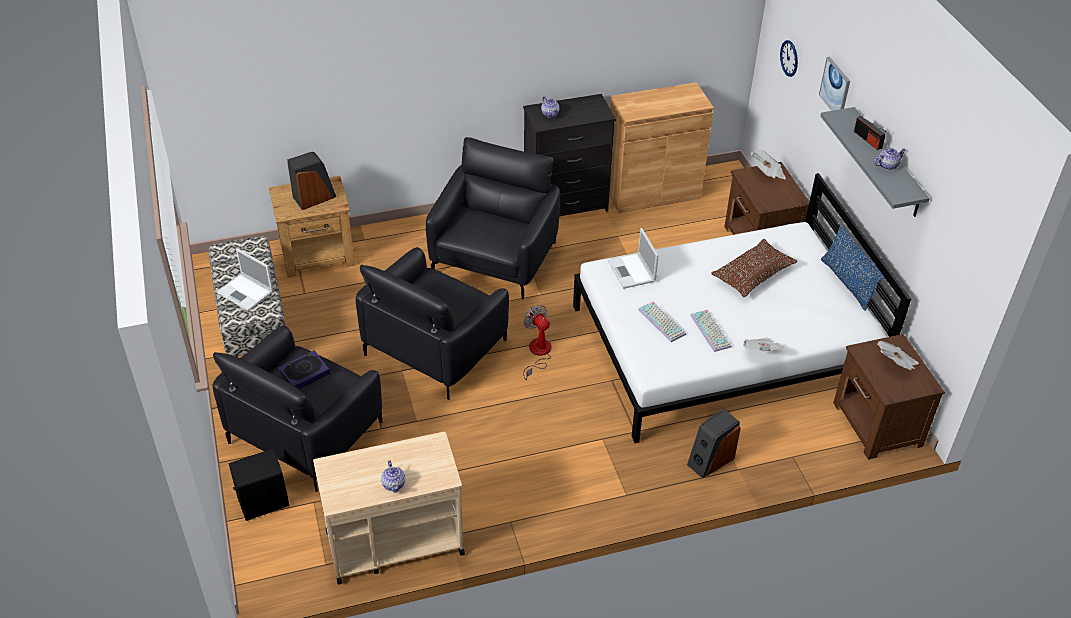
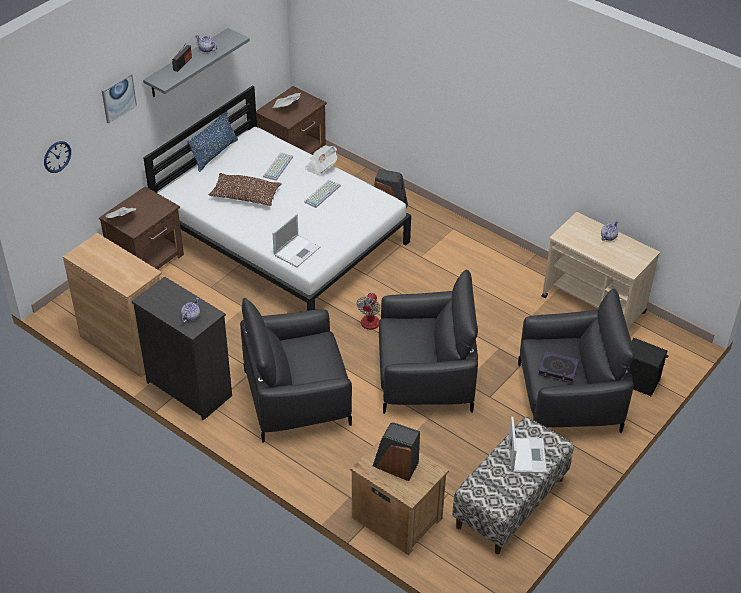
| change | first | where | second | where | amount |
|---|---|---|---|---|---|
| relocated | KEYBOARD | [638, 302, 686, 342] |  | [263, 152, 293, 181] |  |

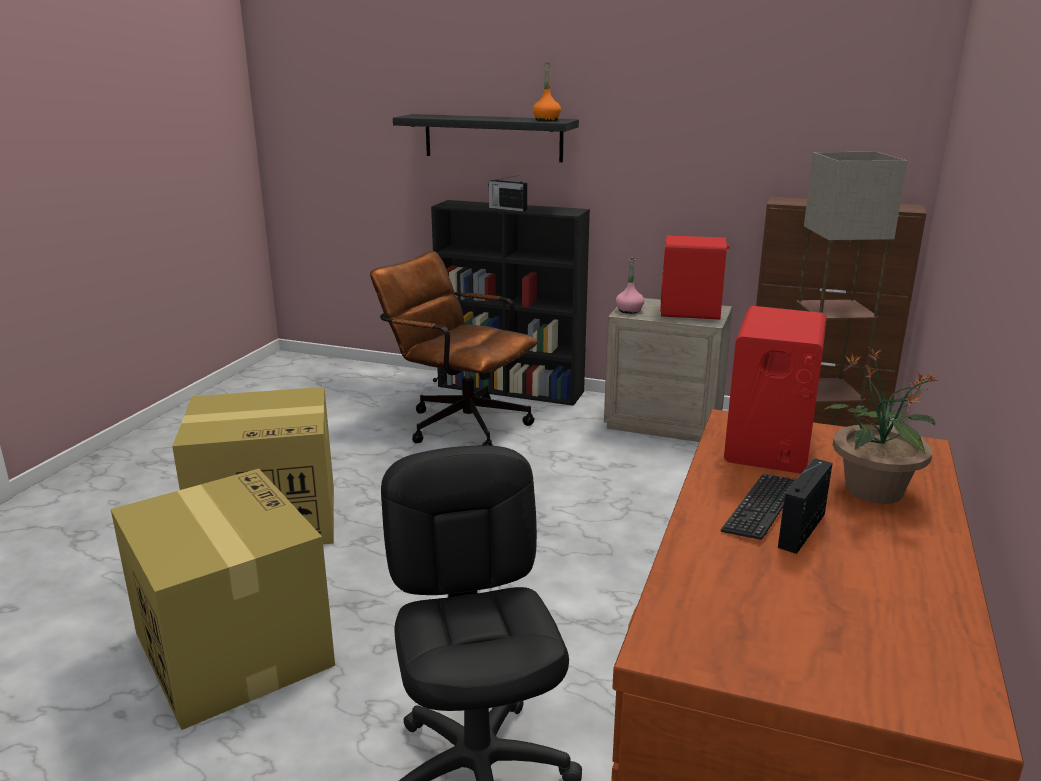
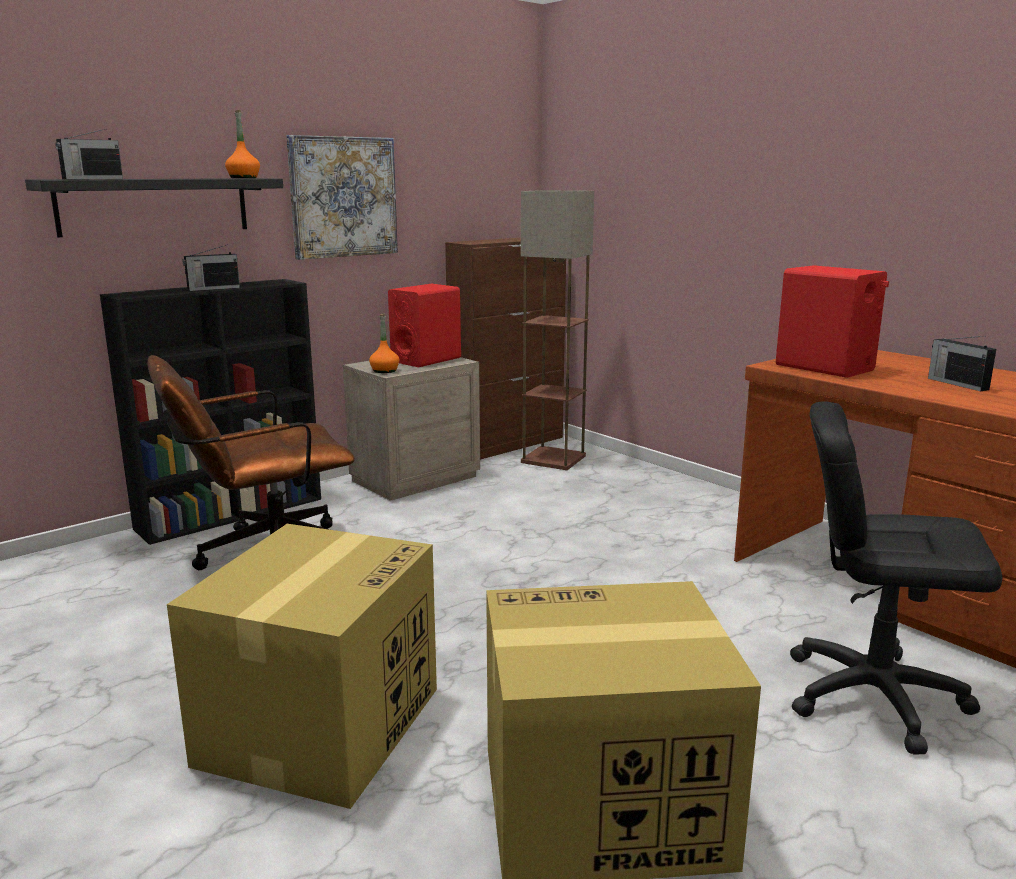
| change | first | where | second | where | amount |
|---|---|---|---|---|---|
| appeared |  |  | RADIO | [55, 129, 123, 179] |  |
| appeared |  |  | PICTURE | [286, 135, 398, 260] |  |
| colour | PINK BOTTLE | [616, 257, 644, 314] | ORANGE BOTTLE | [369, 314, 400, 373] |  |
| missing | KEYBOARD | [721, 474, 796, 540] |  |  |  |
| missing | POTTED PLANT | [823, 348, 938, 504] |  |  |  |

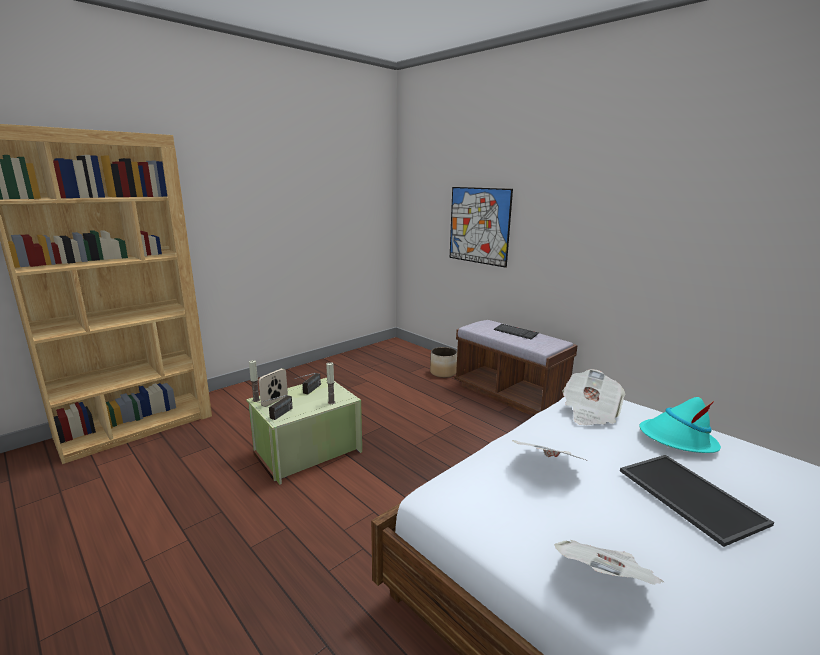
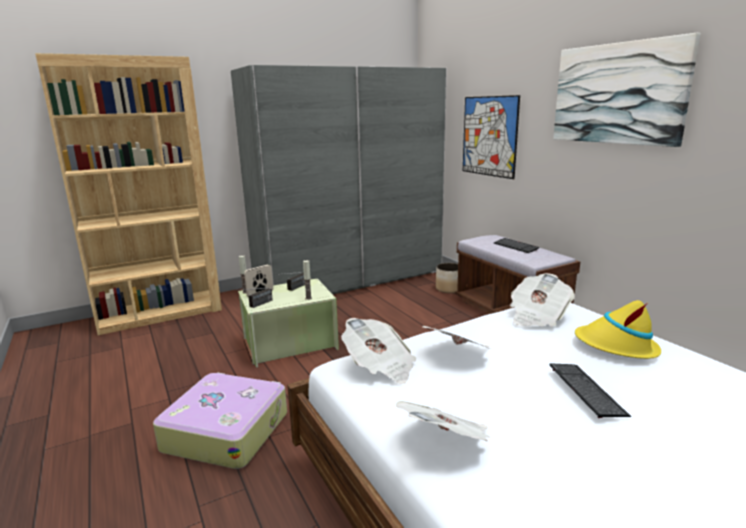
| change | first | where | second | where | amount |
|---|---|---|---|---|---|
| appeared |  |  | SUITCASE | [153, 372, 287, 469] |  |
| appeared |  |  | GREY WARDROBE | [231, 65, 447, 294] |  |
| appeared |  |  | NEWSPAPER | [341, 318, 416, 384] |  |
| exchanged | TRAY | [620, 455, 774, 547] | KEYBOARD | [549, 363, 631, 418] |  |
| appeared |  |  | PICTURE | [553, 33, 701, 147] |  |
| colour | TURQUOISE HAT | [639, 397, 721, 453] | YELLOW HAT | [575, 300, 661, 359] |  |

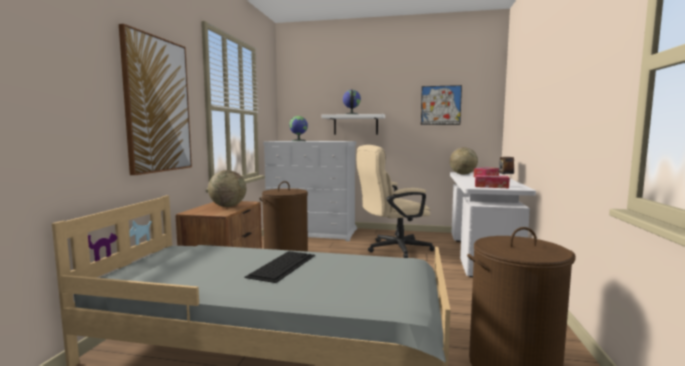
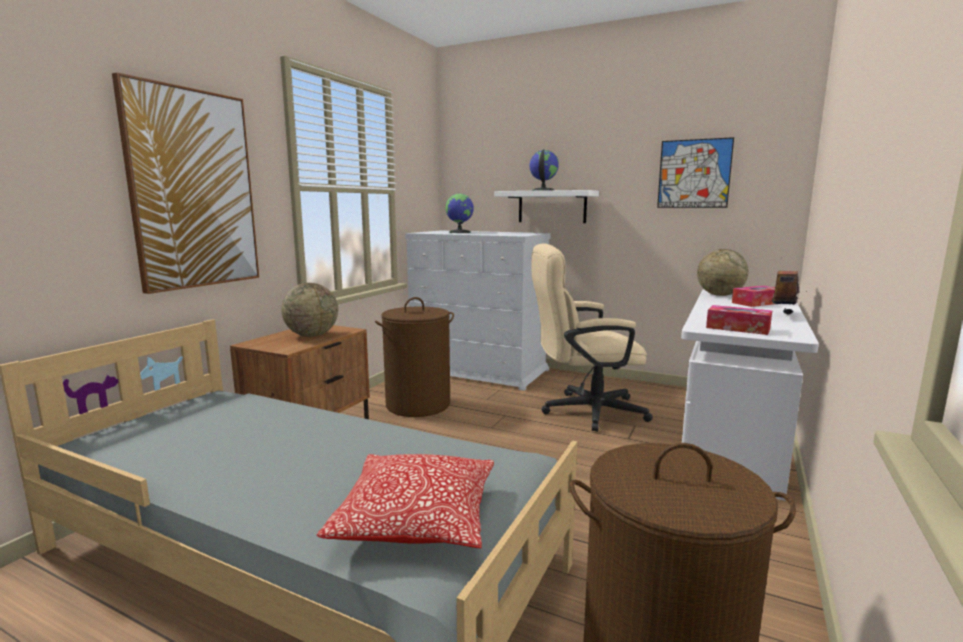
| change | first | where | second | where | amount |
|---|---|---|---|---|---|
| appeared |  |  | PILLOW | [317, 454, 494, 548] |  |
| missing | KEYBOARD | [244, 251, 315, 283] |  |  |  |

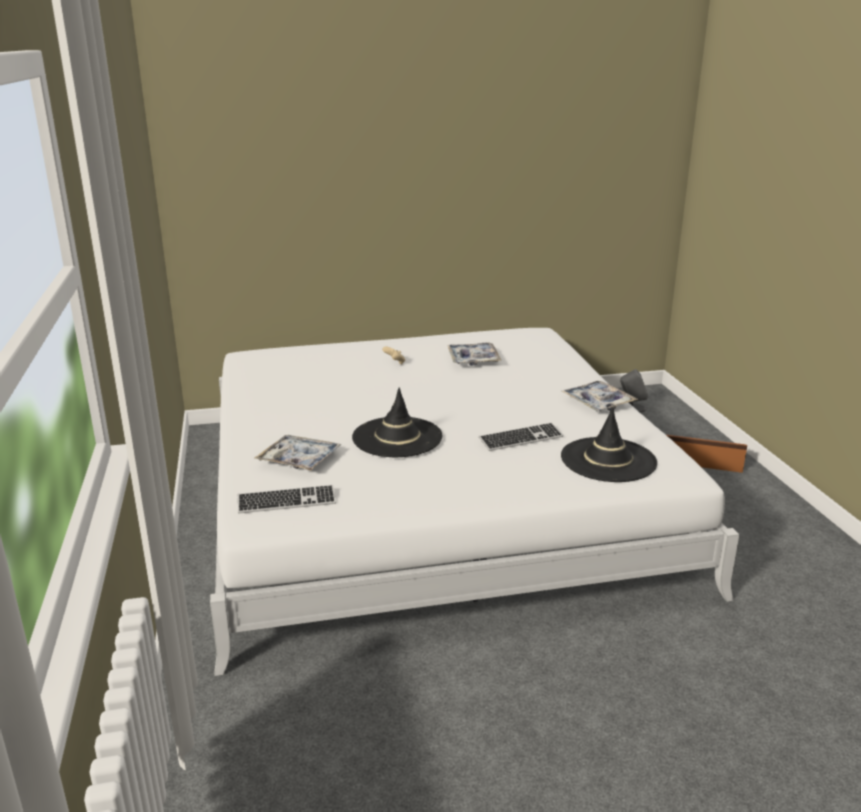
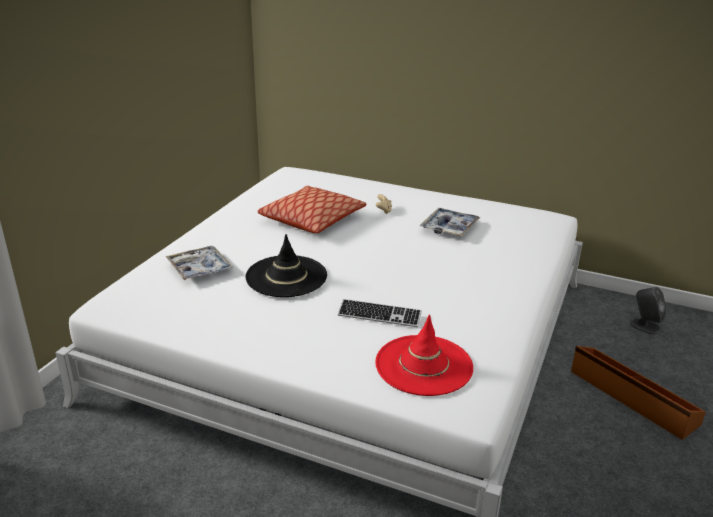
| change | first | where | second | where | amount |
|---|---|---|---|---|---|
| appeared |  |  | PILLOW | [257, 186, 367, 233] |  |
| colour | BLACK HAT | [561, 406, 657, 482] | RED HAT | [375, 314, 473, 396] |  |
| missing | KEYBOARD | [238, 485, 336, 514] |  |  |  |
| missing | TRAY | [562, 381, 638, 411] |  |  |  |

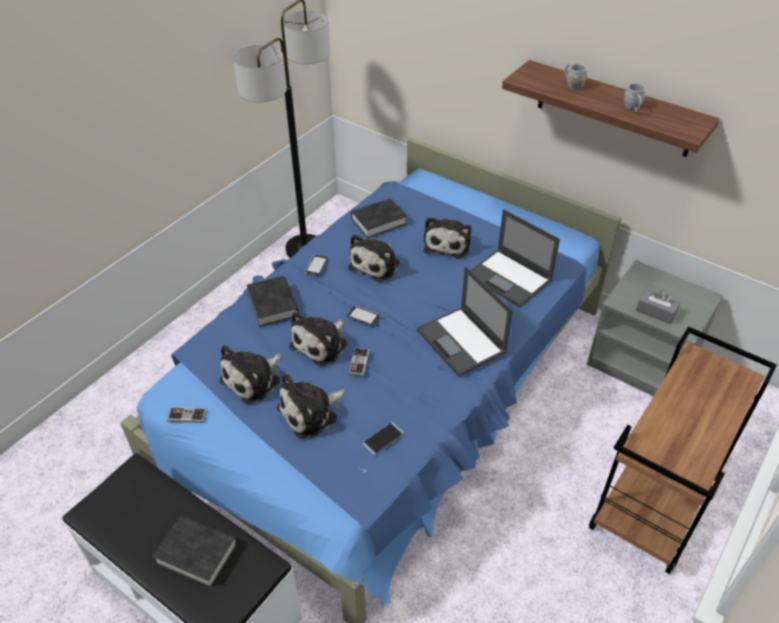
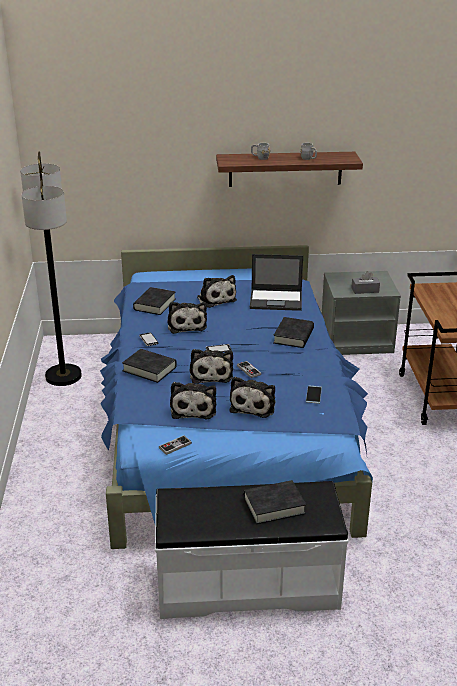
| change | first | where | second | where | amount |
|---|---|---|---|---|---|
| exchanged | LAPTOP | [417, 266, 513, 377] | BLACK BOOK | [273, 317, 314, 348] |  |

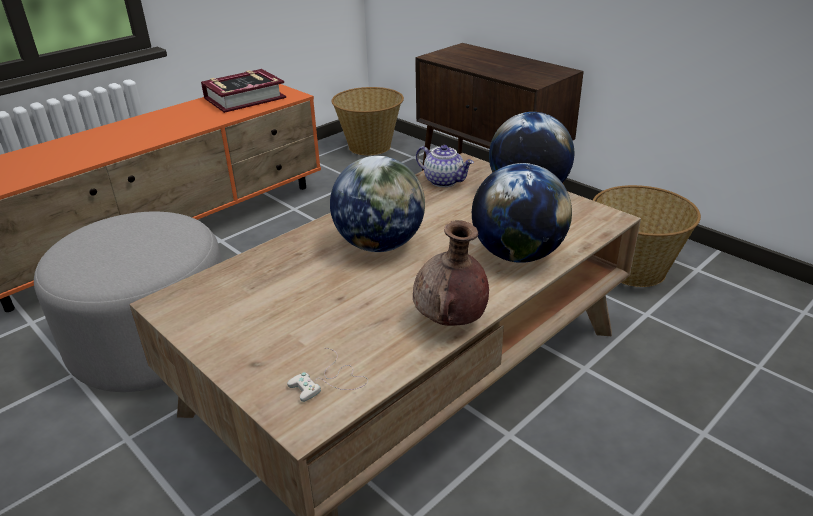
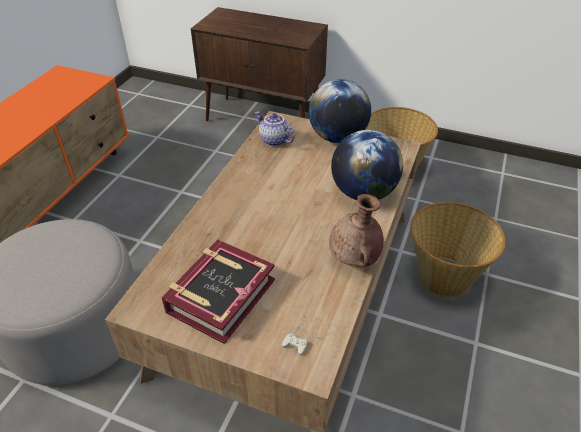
| change | first | where | second | where | amount |
|---|---|---|---|---|---|
| relocated | BOOK | [201, 69, 286, 113] |  | [162, 240, 275, 344] |  |
| spun | TEAPOT | [416, 145, 474, 187] |  | [255, 112, 295, 146] | 150 degrees counterclockwise |
| relocated | BASKET | [332, 87, 404, 155] |  | [410, 202, 506, 297] |  |
| missing | GLOBE | [330, 156, 425, 252] |  |  |  |

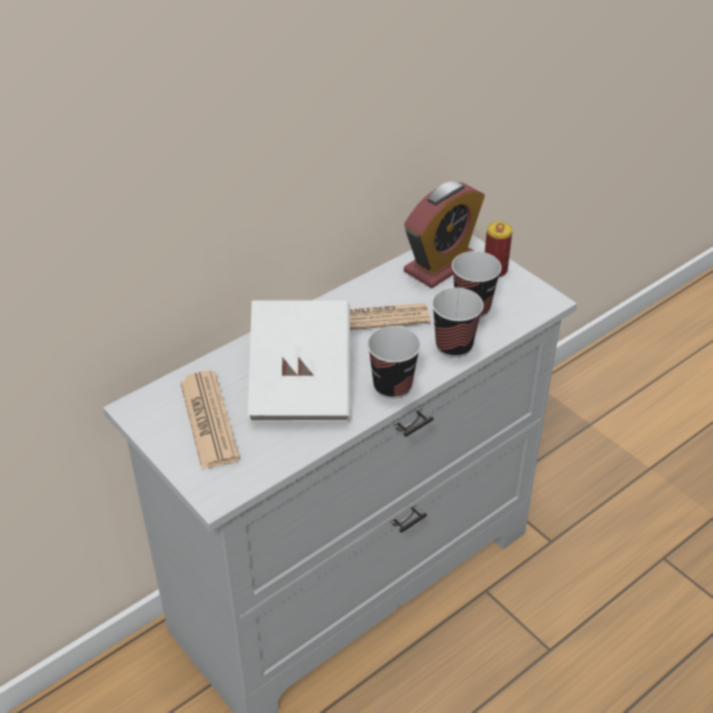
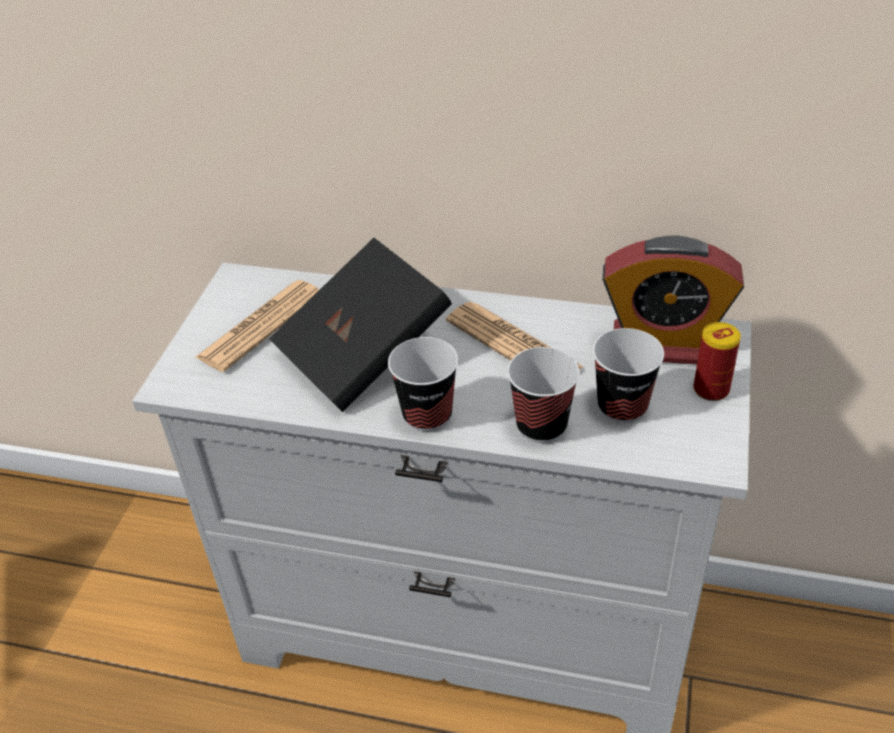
| change | first | where | second | where | amount |
|---|---|---|---|---|---|
| colour | WHITE BOOK | [248, 301, 351, 422] | BLACK BOOK | [269, 238, 452, 412] |  |

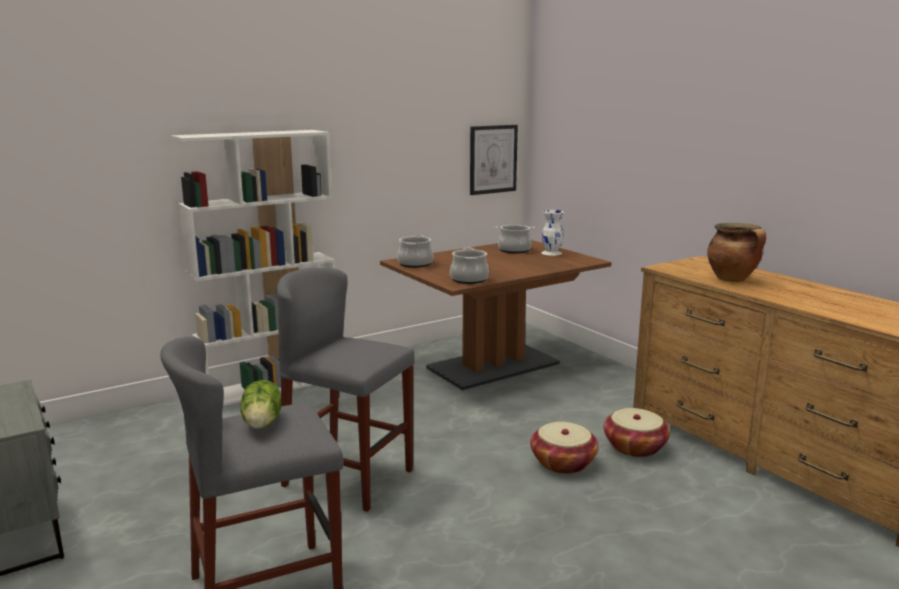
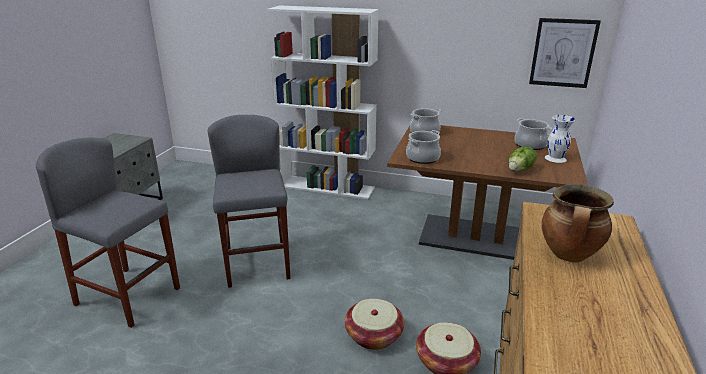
| change | first | where | second | where | amount |
|---|---|---|---|---|---|
| relocated | LETTUCE | [240, 380, 281, 429] |  | [508, 146, 537, 172] |  |

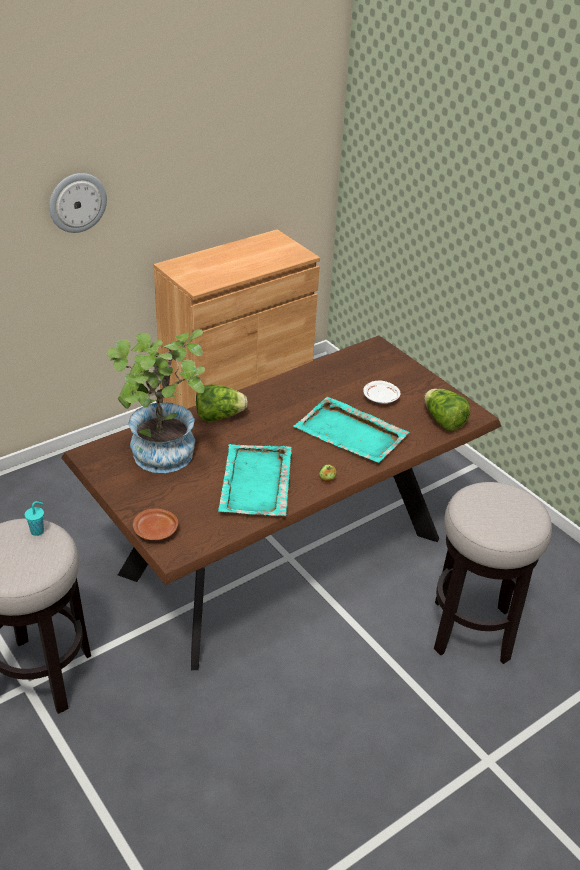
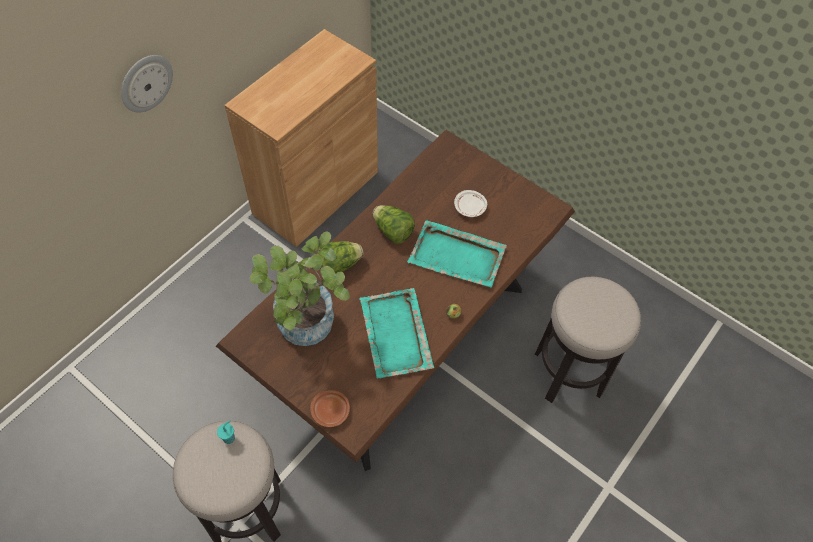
| change | first | where | second | where | amount |
|---|---|---|---|---|---|
| relocated | LETTUCE | [424, 389, 470, 431] |  | [373, 205, 415, 244] |  |

